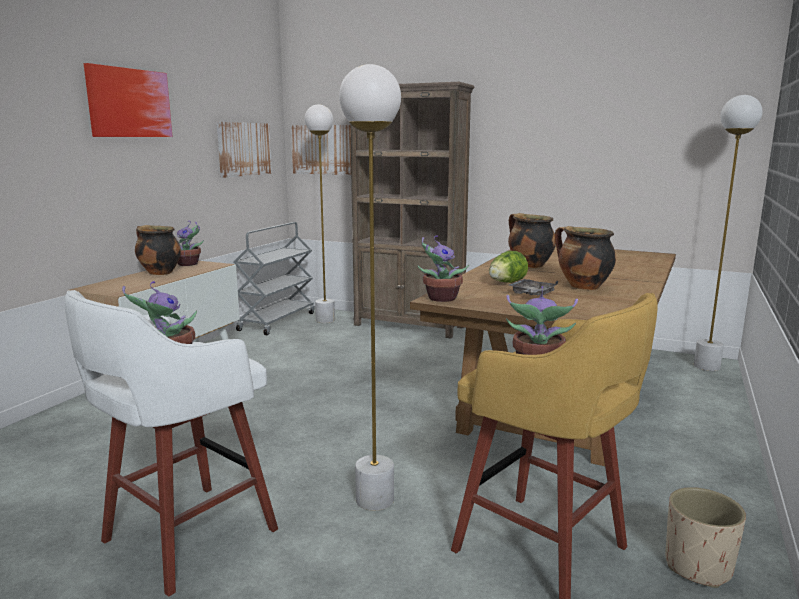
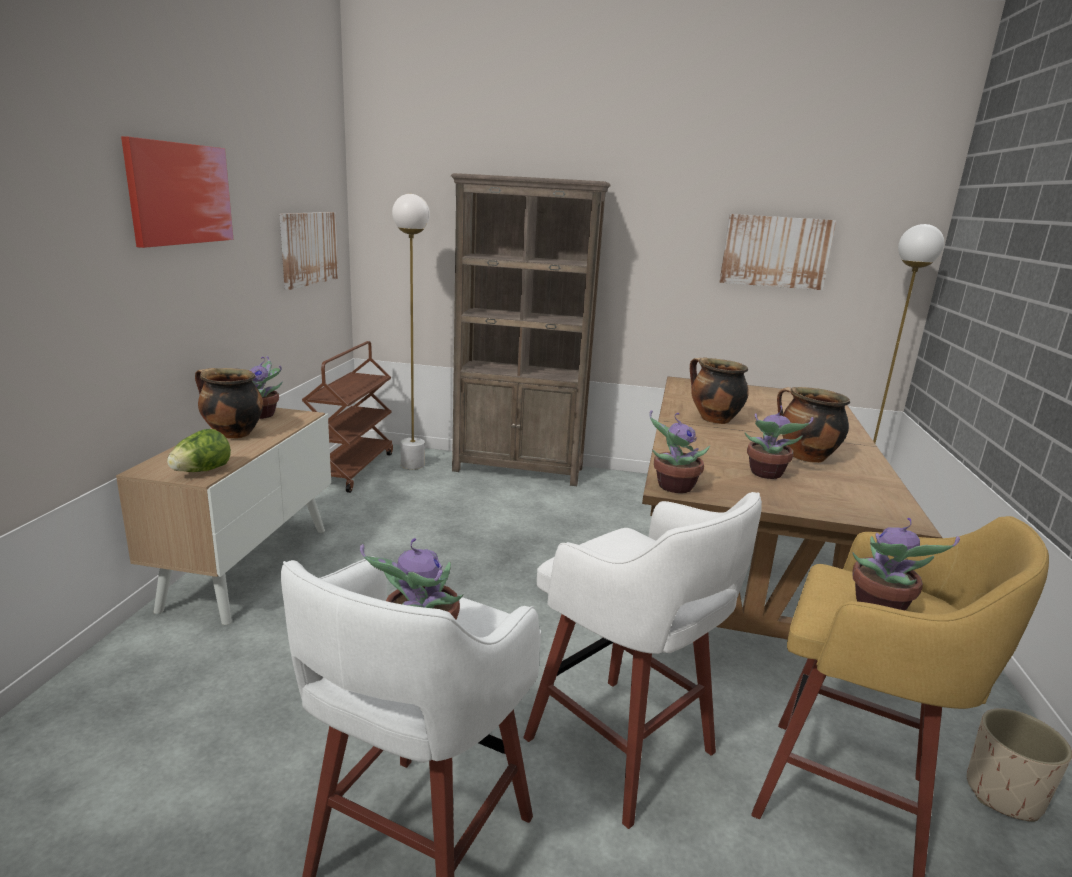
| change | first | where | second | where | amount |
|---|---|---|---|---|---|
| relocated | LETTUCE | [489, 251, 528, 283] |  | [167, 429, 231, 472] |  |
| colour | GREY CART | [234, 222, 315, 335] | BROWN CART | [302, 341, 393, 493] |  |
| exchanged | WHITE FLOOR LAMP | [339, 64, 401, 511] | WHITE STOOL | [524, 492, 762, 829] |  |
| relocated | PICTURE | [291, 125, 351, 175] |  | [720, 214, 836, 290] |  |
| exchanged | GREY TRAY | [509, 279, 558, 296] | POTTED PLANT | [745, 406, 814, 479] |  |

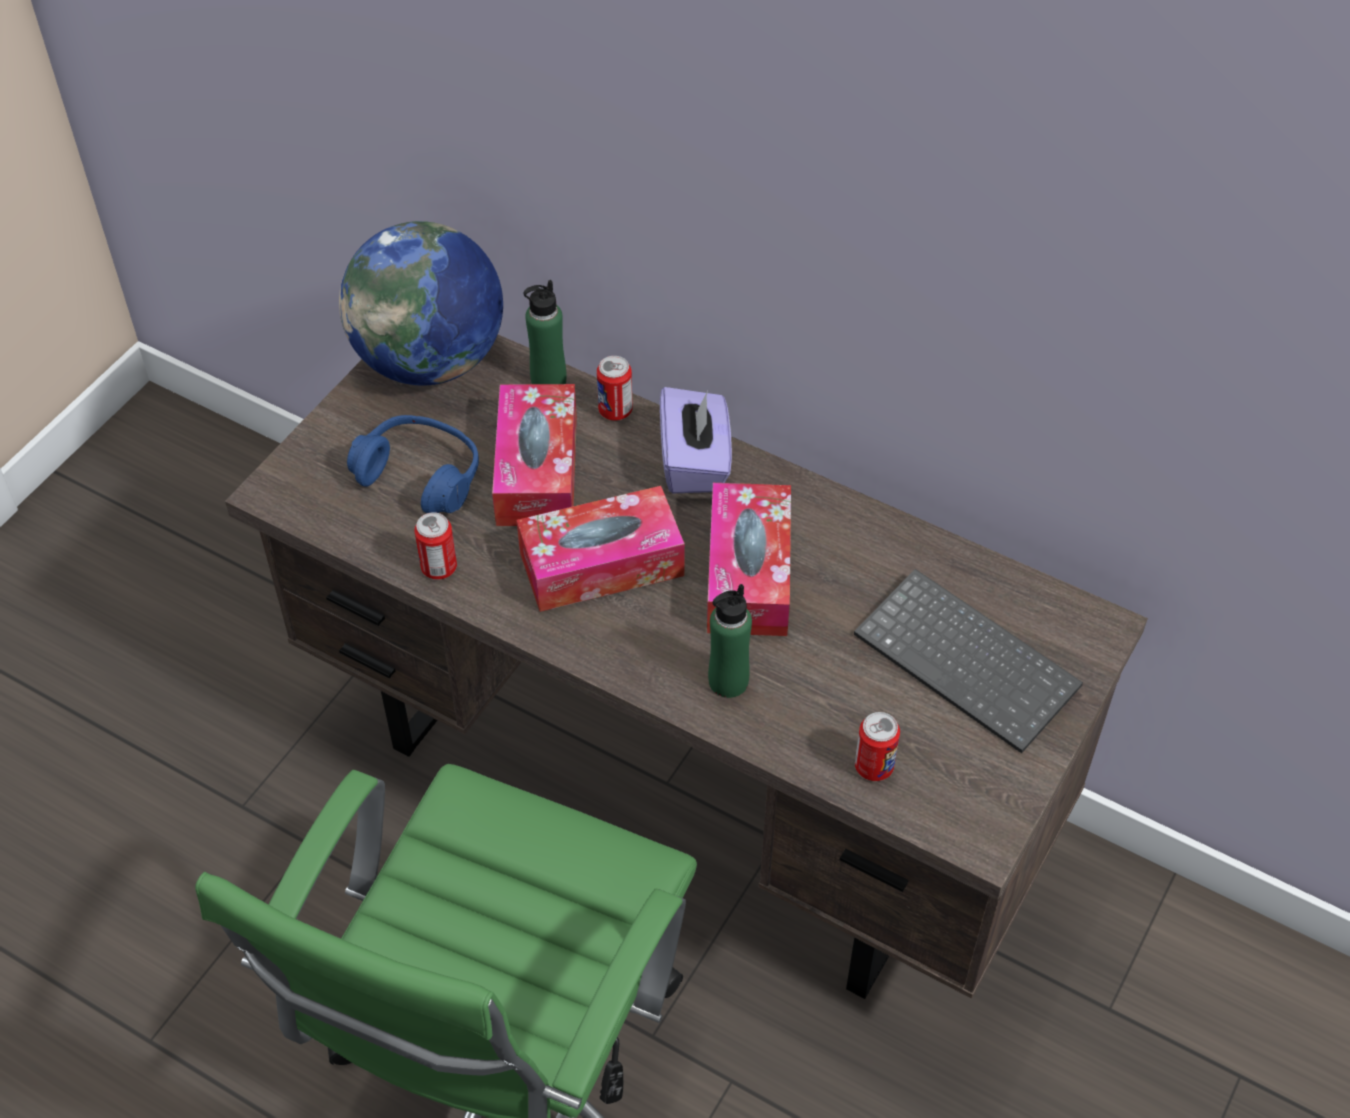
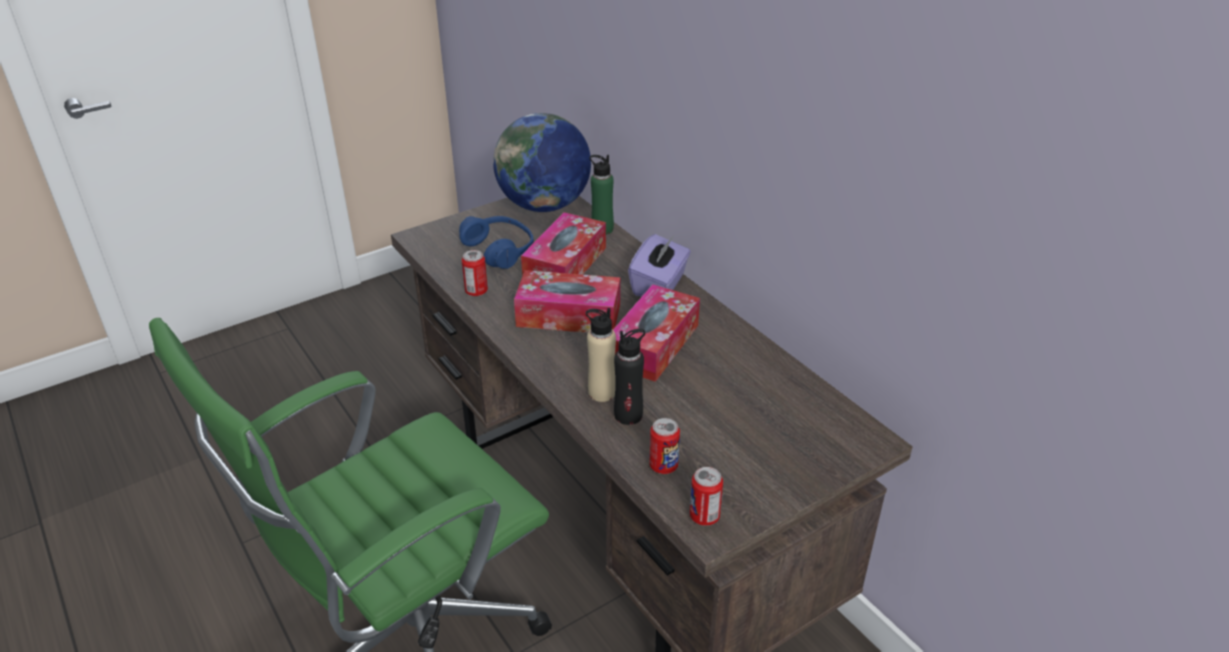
| change | first | where | second | where | amount |
|---|---|---|---|---|---|
| colour | GREEN BOTTLE | [708, 584, 752, 698] | BEIGE BOTTLE | [586, 308, 616, 402] |  |
| appeared |  |  | BLACK BOTTLE | [614, 329, 646, 425] |  |
| relocated | CAN | [597, 356, 633, 420] |  | [690, 467, 723, 526] |  |
| missing | KEYBOARD | [854, 569, 1083, 753] |  |  |  |

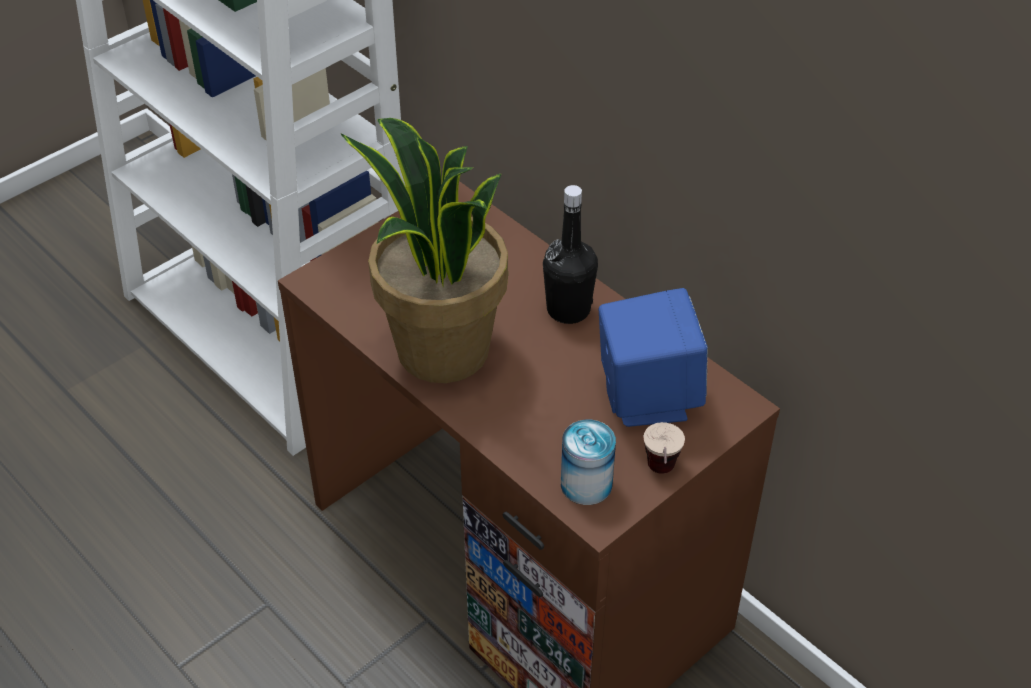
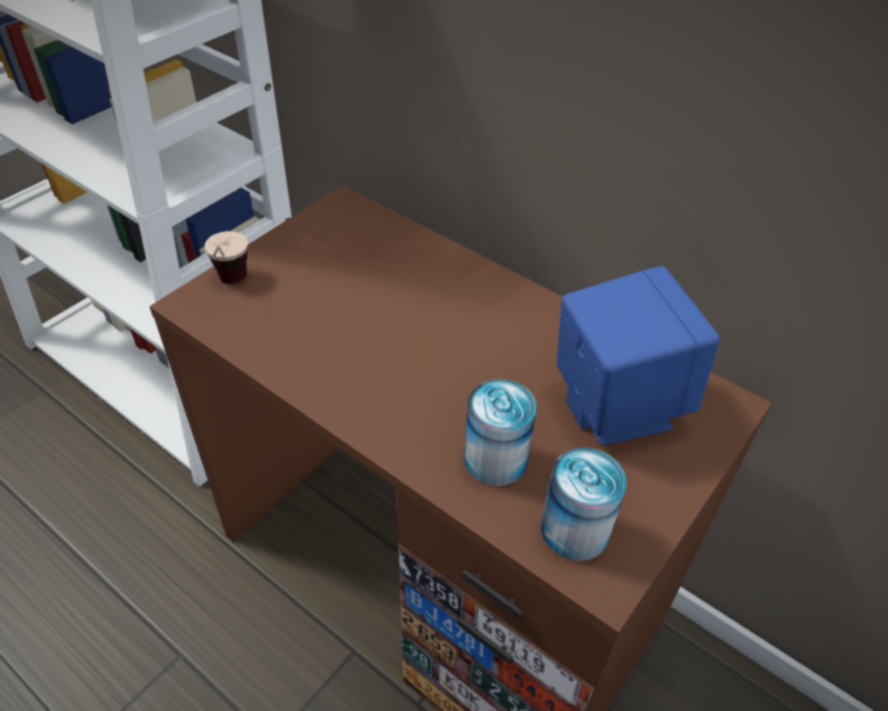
| change | first | where | second | where | amount |
|---|---|---|---|---|---|
| relocated | CUP | [644, 422, 685, 474] |  | [204, 231, 248, 284] |  |
| appeared |  |  | CAN | [464, 379, 537, 486] |  |
| missing | POTTED PLANT | [341, 118, 508, 383] |  |  |  |
| missing | BLACK BOTTLE | [543, 185, 598, 324] |  |  |  |

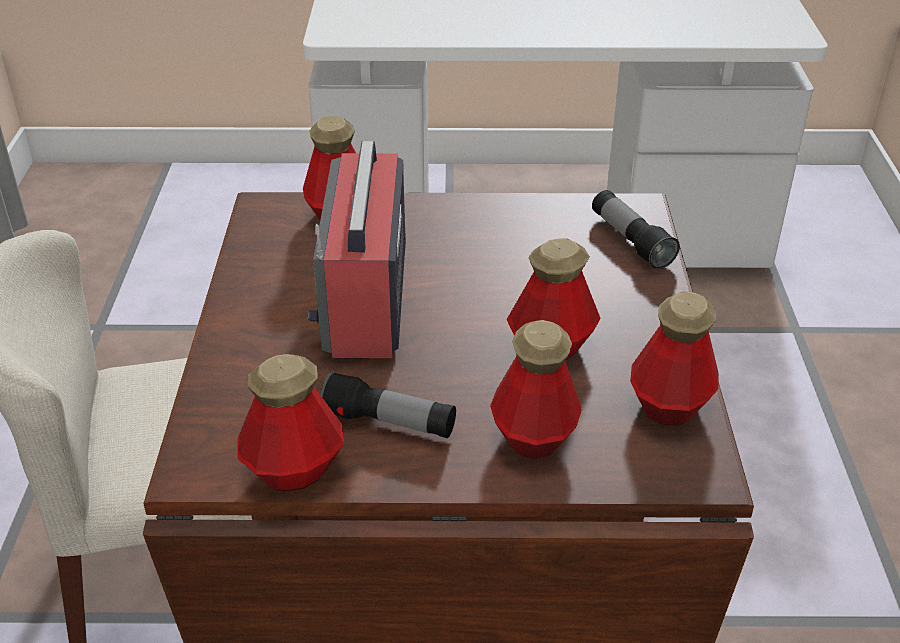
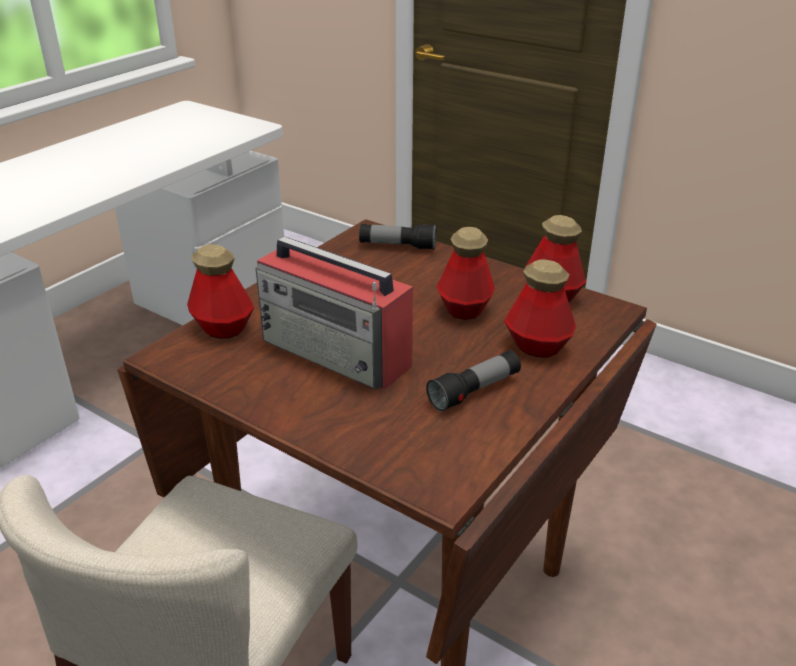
| change | first | where | second | where | amount |
|---|---|---|---|---|---|
| missing | BOTTLE | [238, 354, 344, 491] |  |  |  |

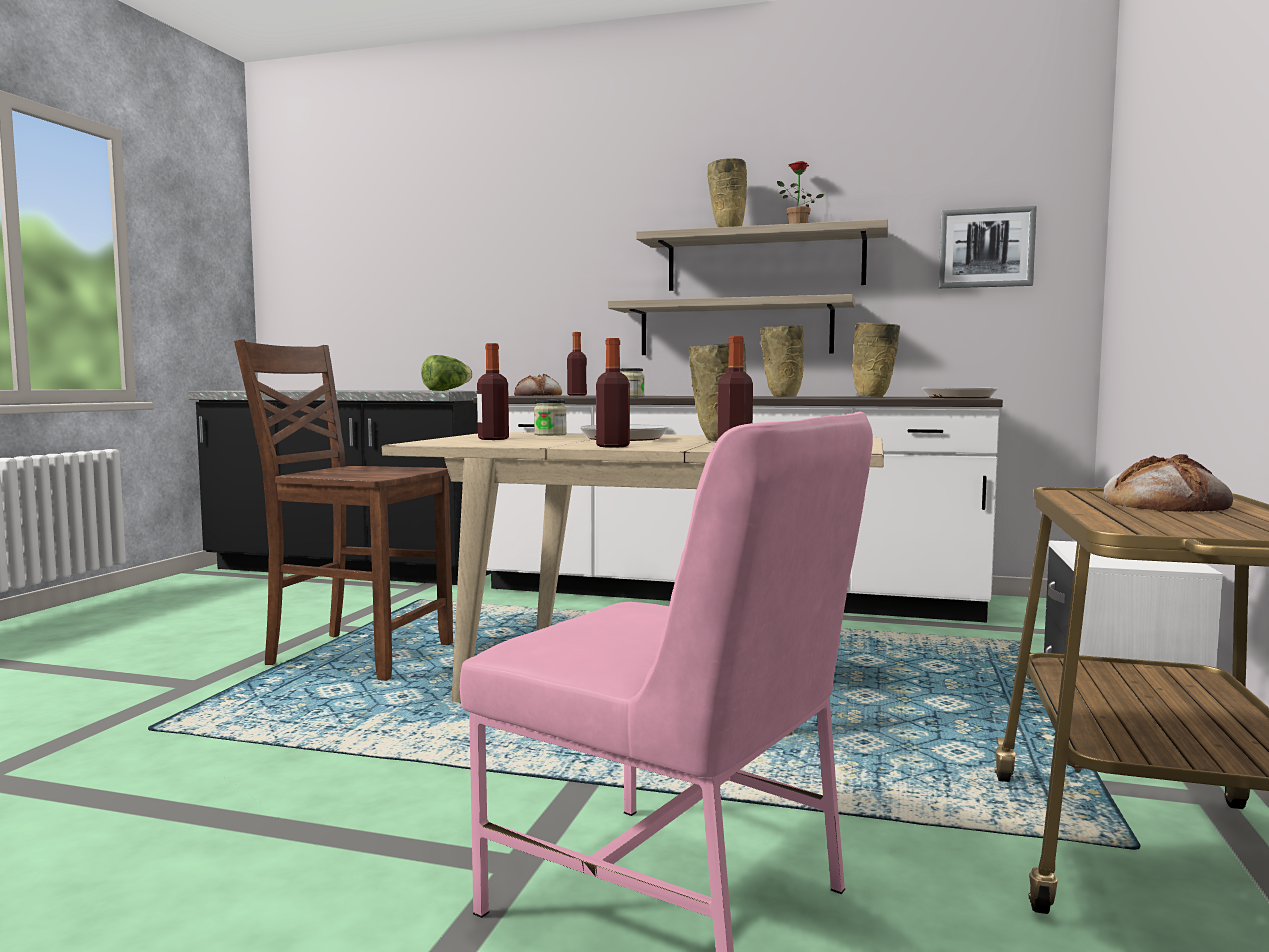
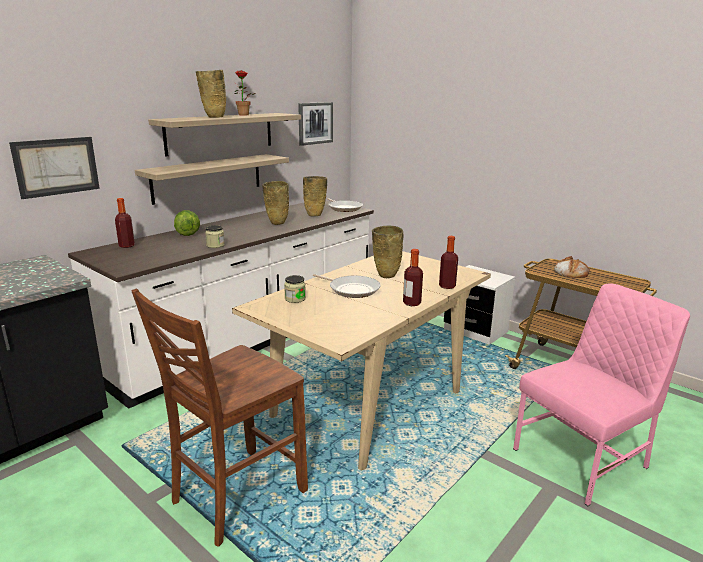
| change | first | where | second | where | amount |
|---|---|---|---|---|---|
| appeared |  |  | PICTURE | [9, 137, 100, 199] |  |
| relocated | LETTUCE | [421, 355, 473, 391] |  | [174, 210, 200, 236] |  |
| missing | BOTTLE | [477, 343, 509, 440] |  |  |  |
| missing | BREAD | [514, 374, 562, 396] |  |  |  |

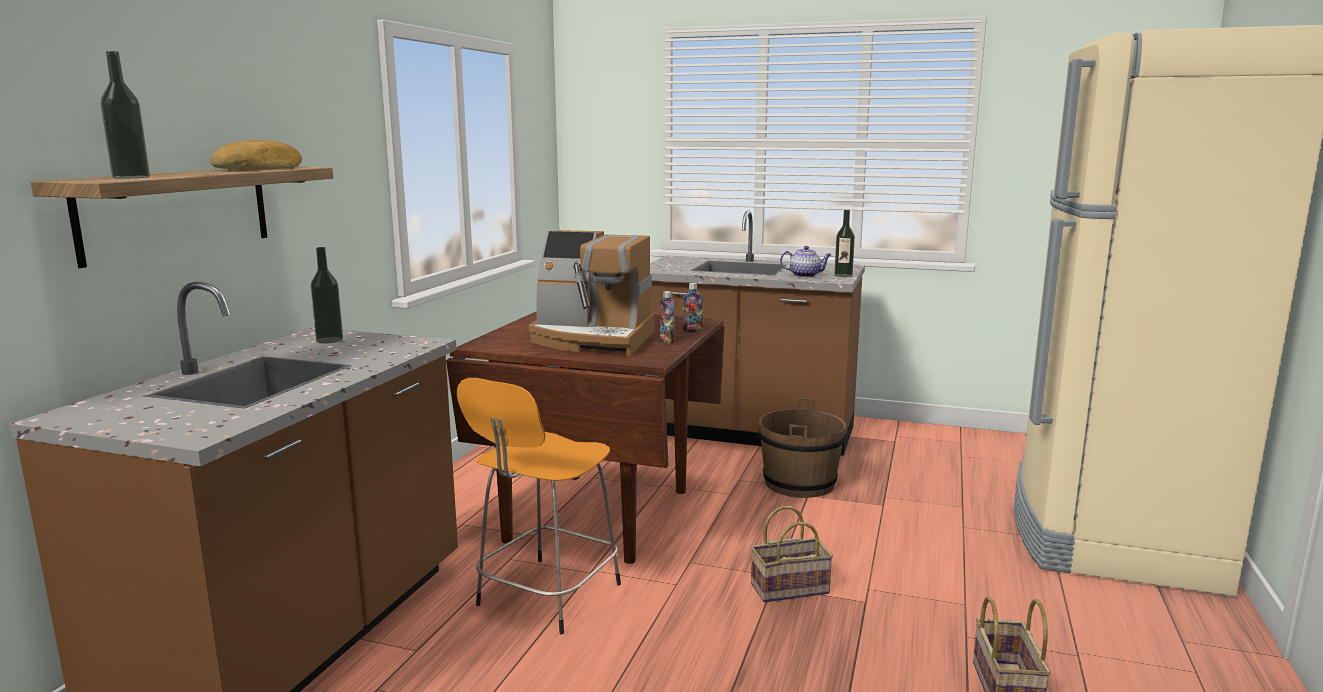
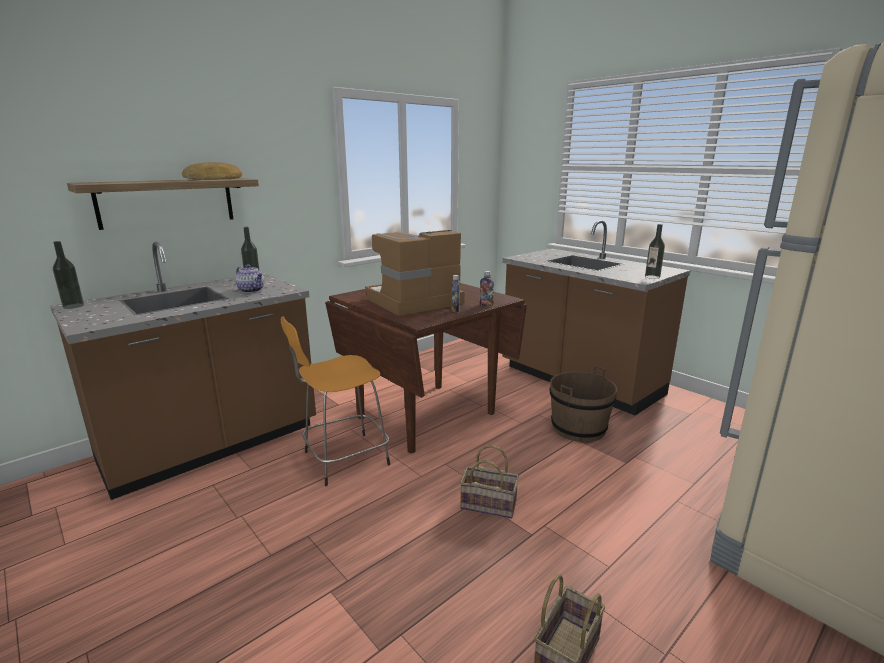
| change | first | where | second | where | amount |
|---|---|---|---|---|---|
| relocated | BOTTLE | [101, 51, 150, 179] |  | [53, 241, 84, 309] |  |
| relocated | TEAPOT | [780, 246, 832, 277] |  | [235, 264, 265, 293] |  |
| spun | COFFEE MACHINE | [528, 230, 654, 356] |  | [365, 230, 465, 316] | 105 degrees clockwise |

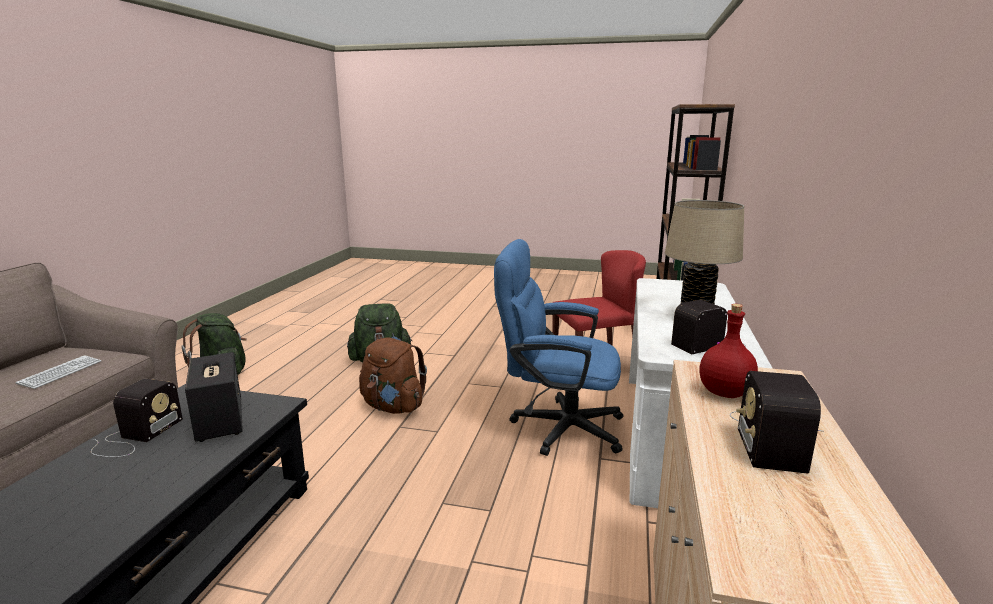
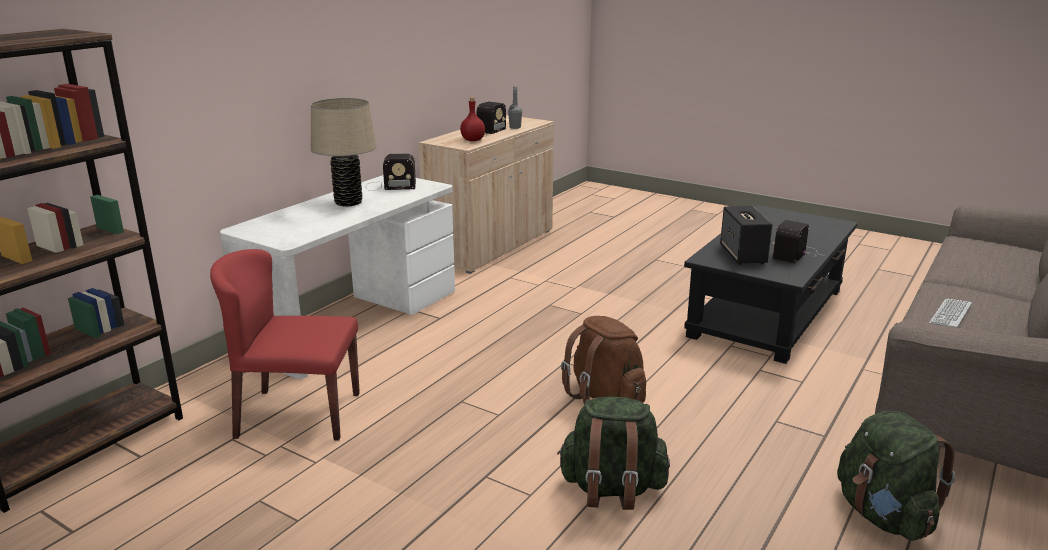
| change | first | where | second | where | amount |
|---|---|---|---|---|---|
| appeared |  |  | GREY BOTTLE | [508, 87, 522, 129] |  |
| missing | BLUE OFFICE CHAIR | [494, 239, 623, 456] |  |  |  |

